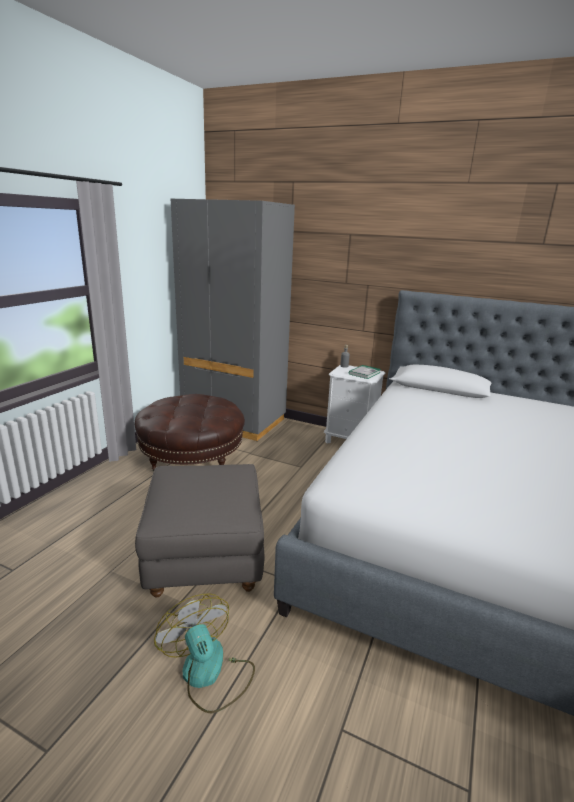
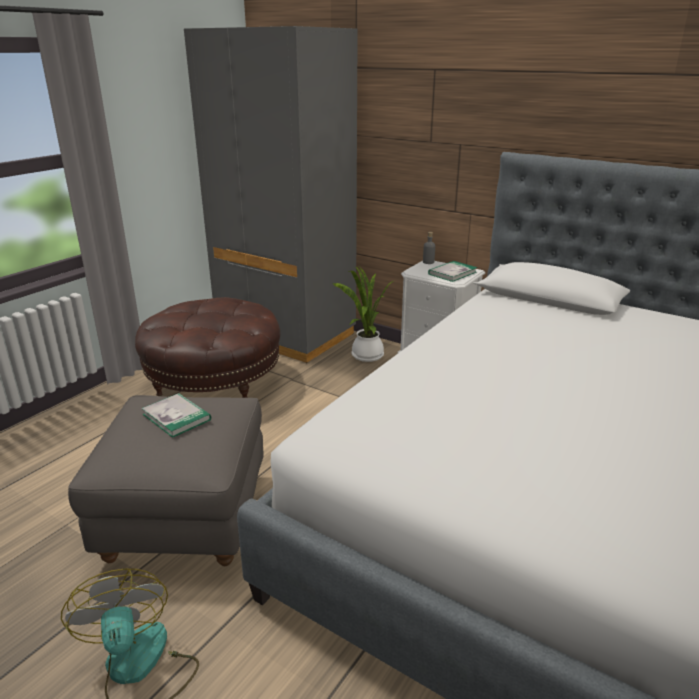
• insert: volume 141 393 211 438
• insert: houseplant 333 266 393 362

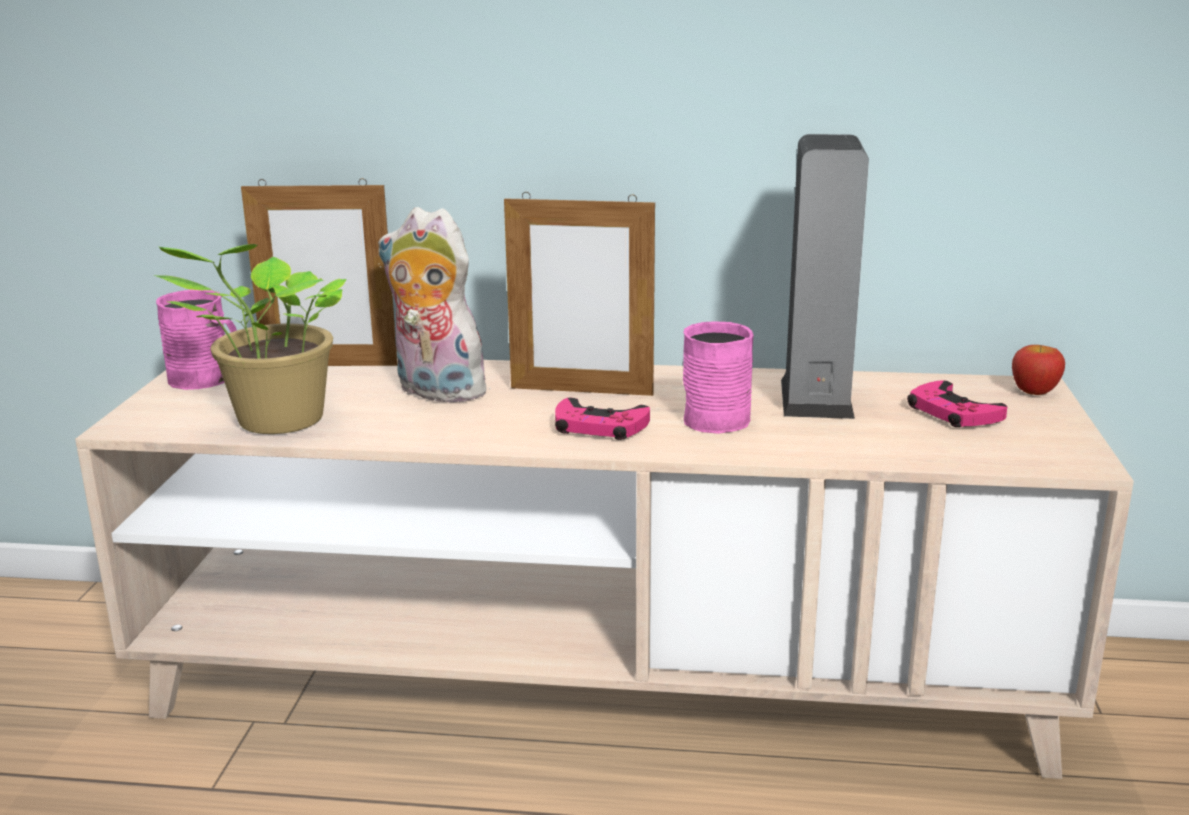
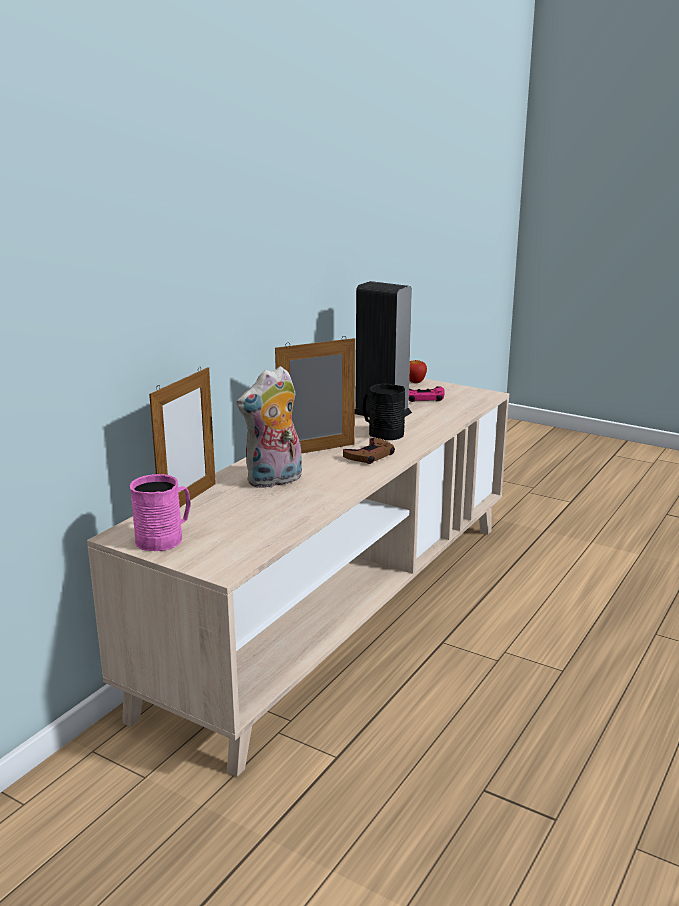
• delete: houseplant 154 244 347 434
• recolor: pinkish gamepad 555 397 650 440 to brown gamepad 343 438 395 464
• recolor: pinkish tea mug 683 322 754 434 to black-coloured tea mug 362 383 405 440
• rotate: picture frame 504 192 655 396 = 275 336 355 453 150 degrees counterclockwise

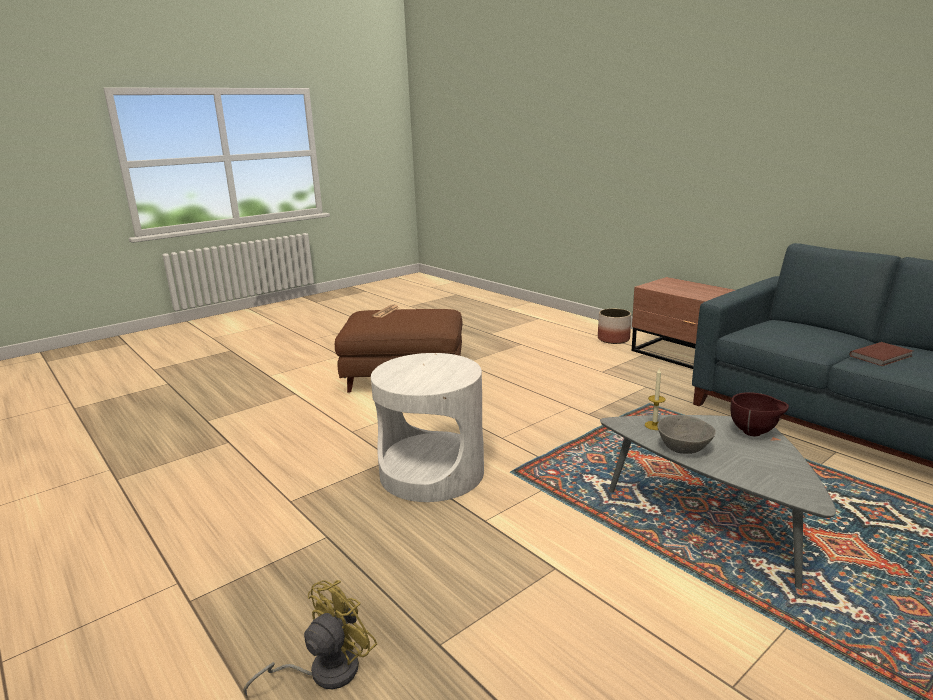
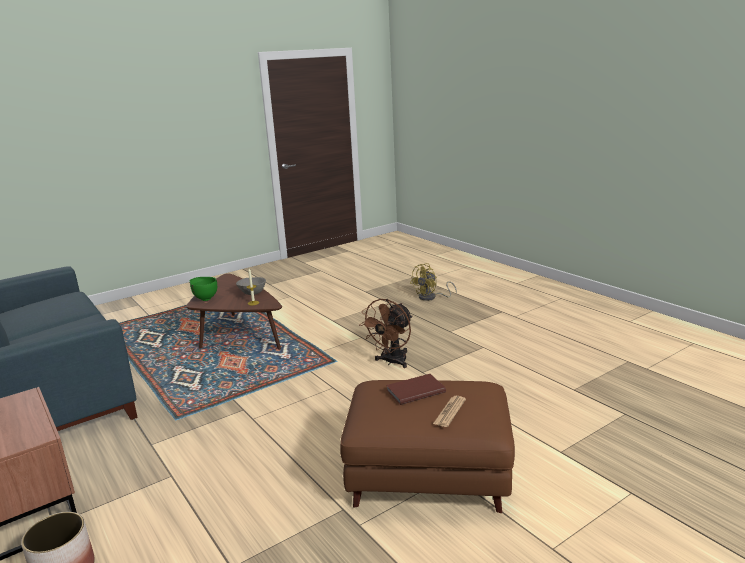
• move: brown volume 850 342 913 366 to 386 374 446 405
• replace: white end table 371 353 484 502 to brown cooling fan 359 299 412 368
• recolor: gray low table 600 415 836 589 to brown low table 186 273 282 350
• recolor: brown bowl 731 392 789 436 to green-coloured bowl 190 277 217 301

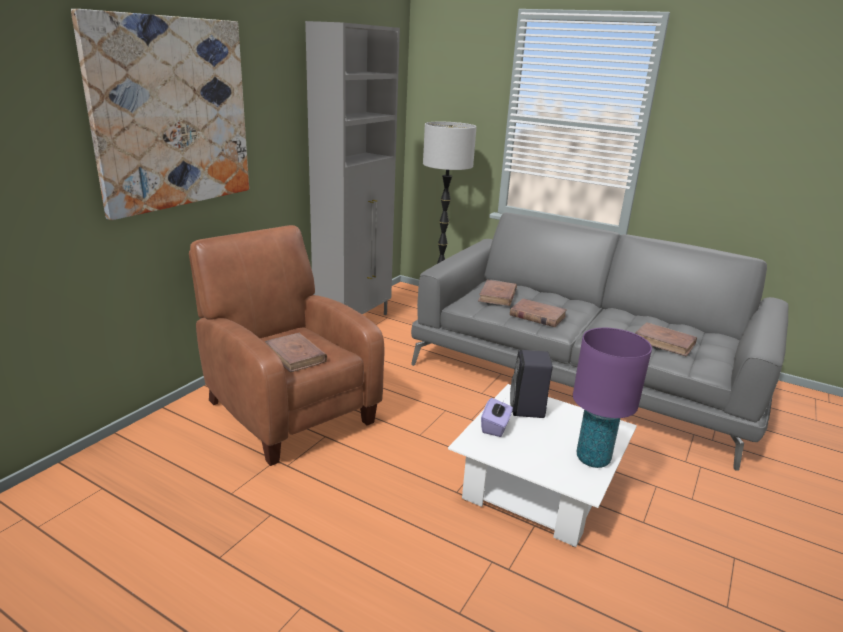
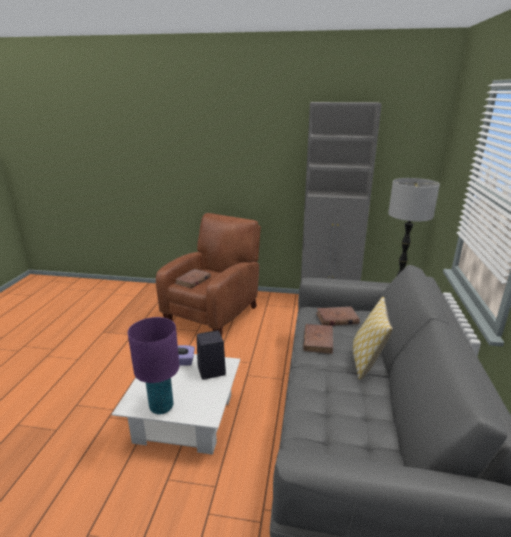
• delete: wall picture 71 9 249 220
• delete: brown volume 635 322 697 356
• insert: throw pillow 353 297 393 380

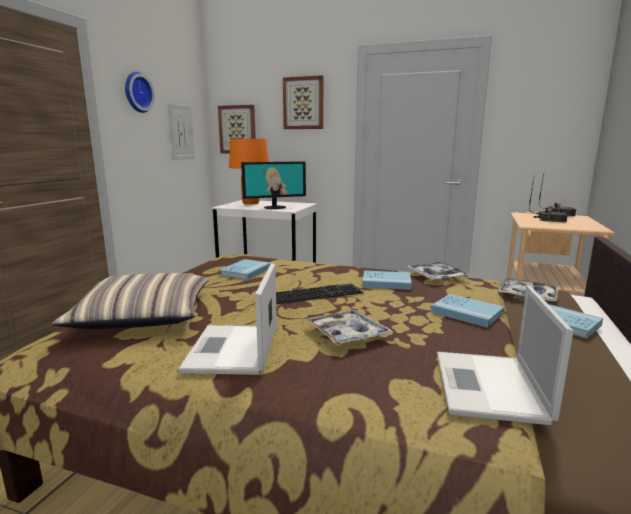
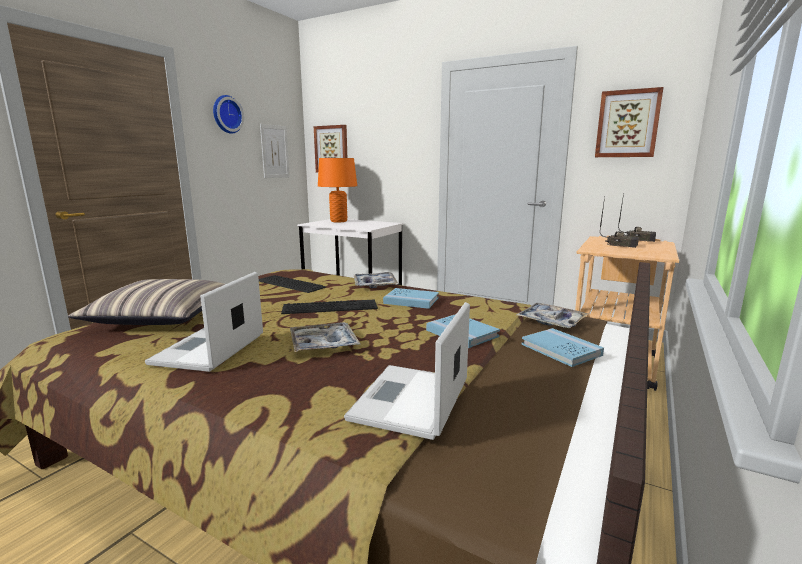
• delete: computer display 241 161 306 209
• move: wall picture 283 75 323 129 to 595 87 663 157
• move: serving tray 407 262 471 281 to 354 272 398 288
• replace: blue-coloured volume 219 259 271 280 to computer keyboard 259 275 326 293

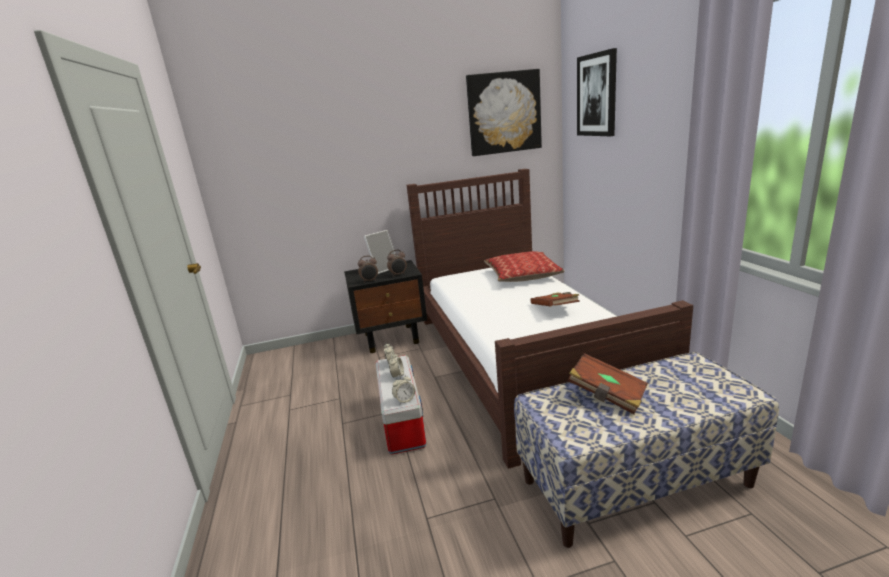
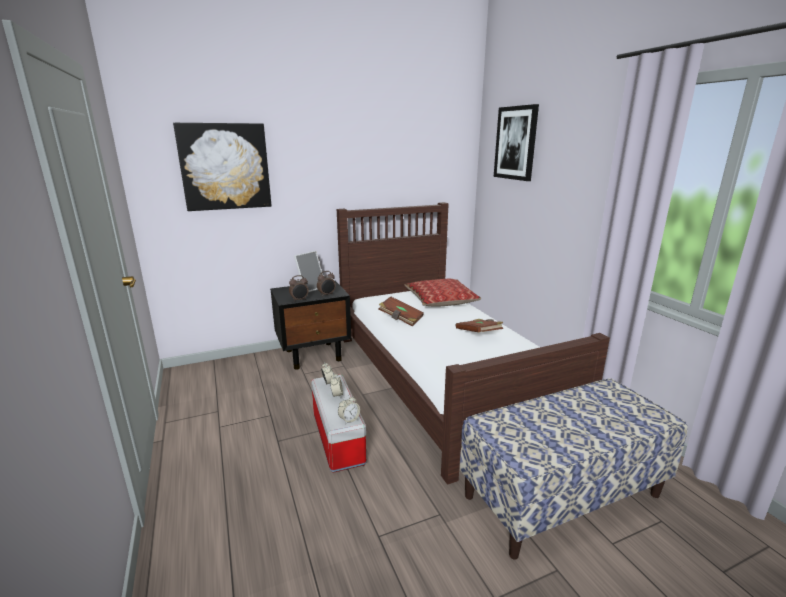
• move: wall picture 466 69 542 156 to 173 123 272 211
• move: brown volume 567 353 648 414 to 378 297 424 327

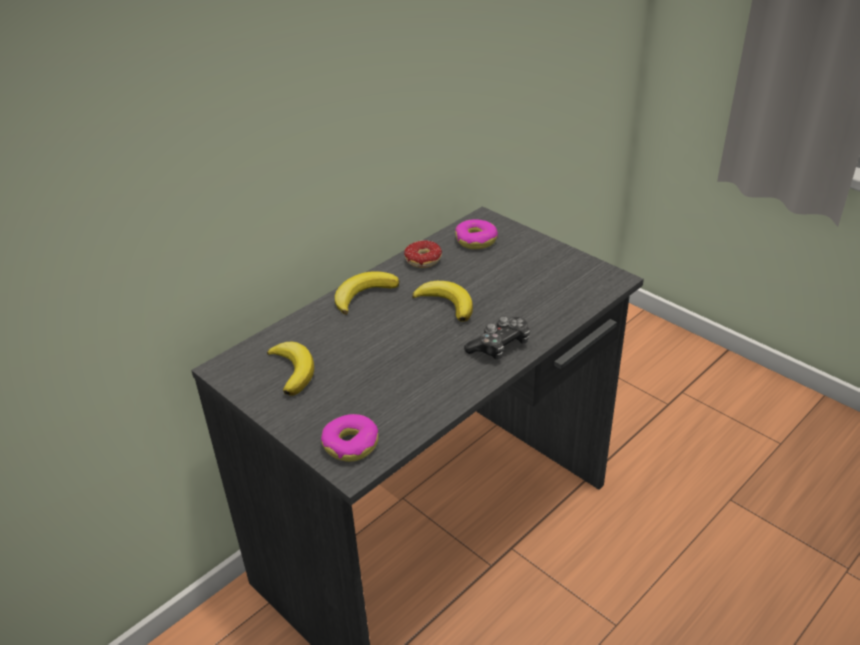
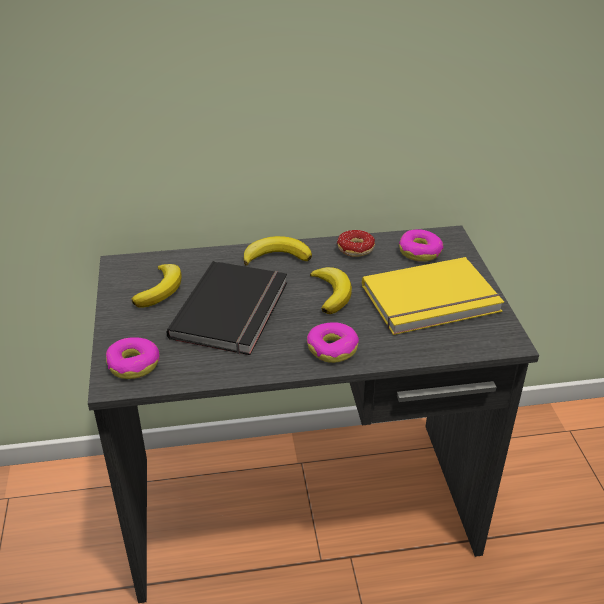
• insert: black-coloured volume 166 261 287 355
• insert: yellow volume 362 257 504 335
• replace: gamepad 464 317 530 359 to ring doughnut 307 322 359 363

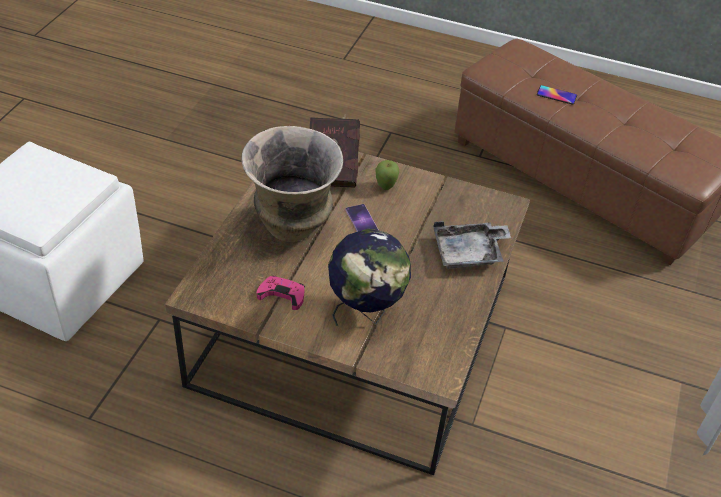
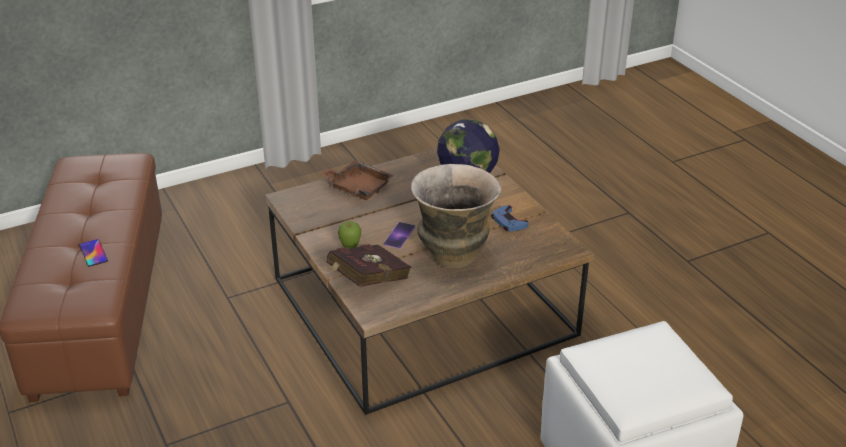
• recolor: pinkish gamepad 257 276 305 310 to blue-coloured gamepad 491 205 528 231
• recolor: gray serving tray 433 221 511 269 to brown serving tray 320 160 394 200

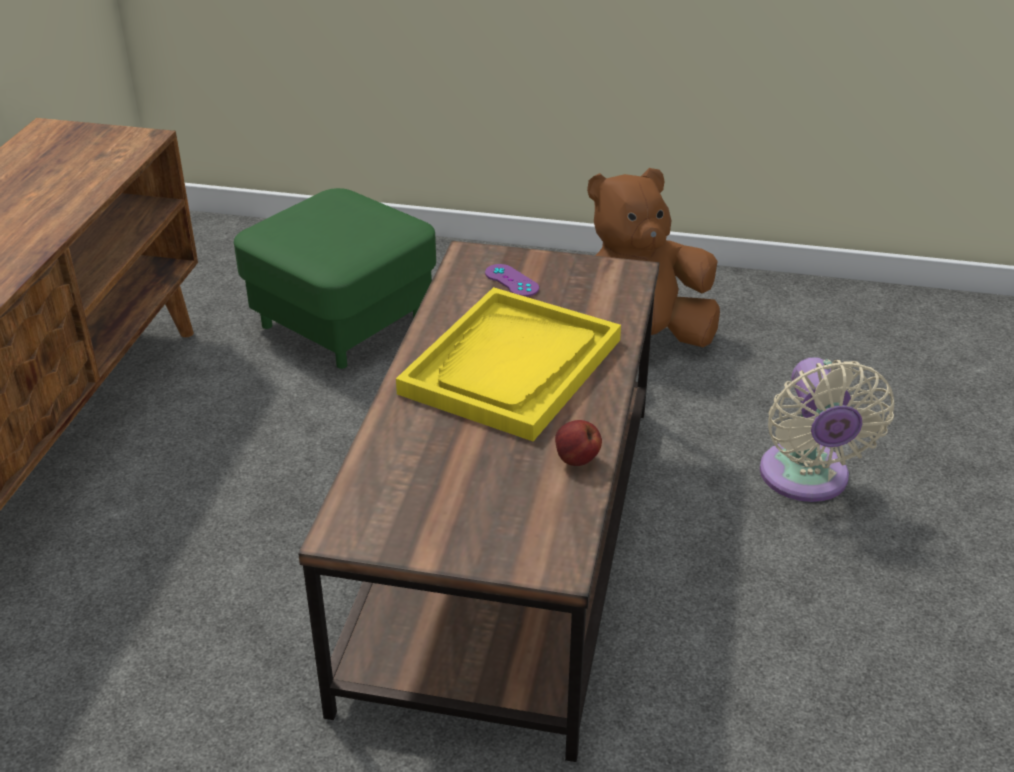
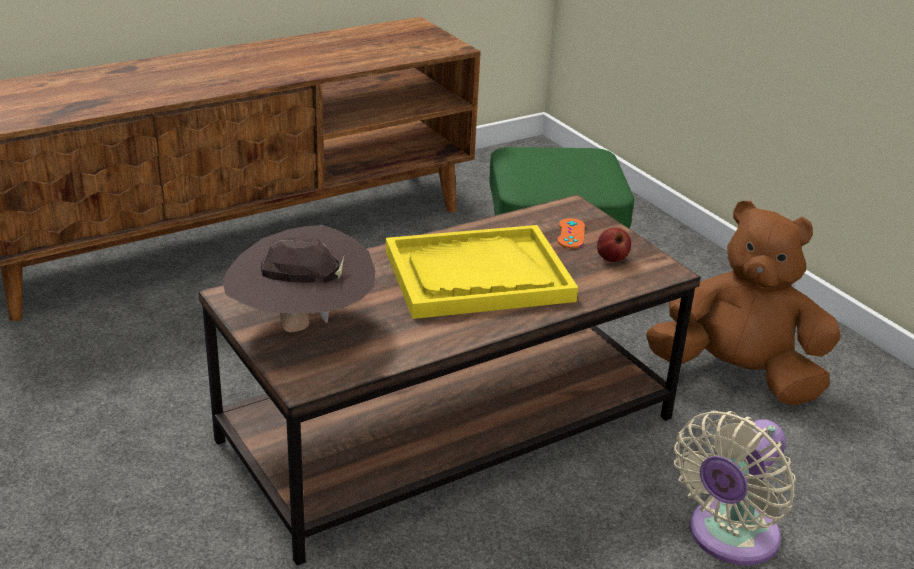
• insert: brown clothing hat 223 225 376 332
• move: apple 555 420 602 466 to 597 227 631 262
• recolor: purple-coloured gamepad 485 264 539 297 to orange-coloured gamepad 557 218 585 248

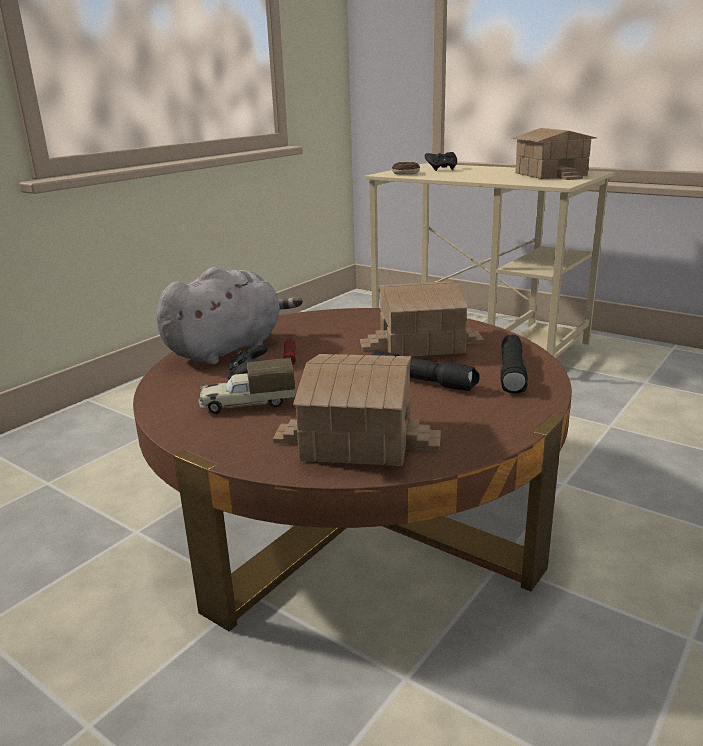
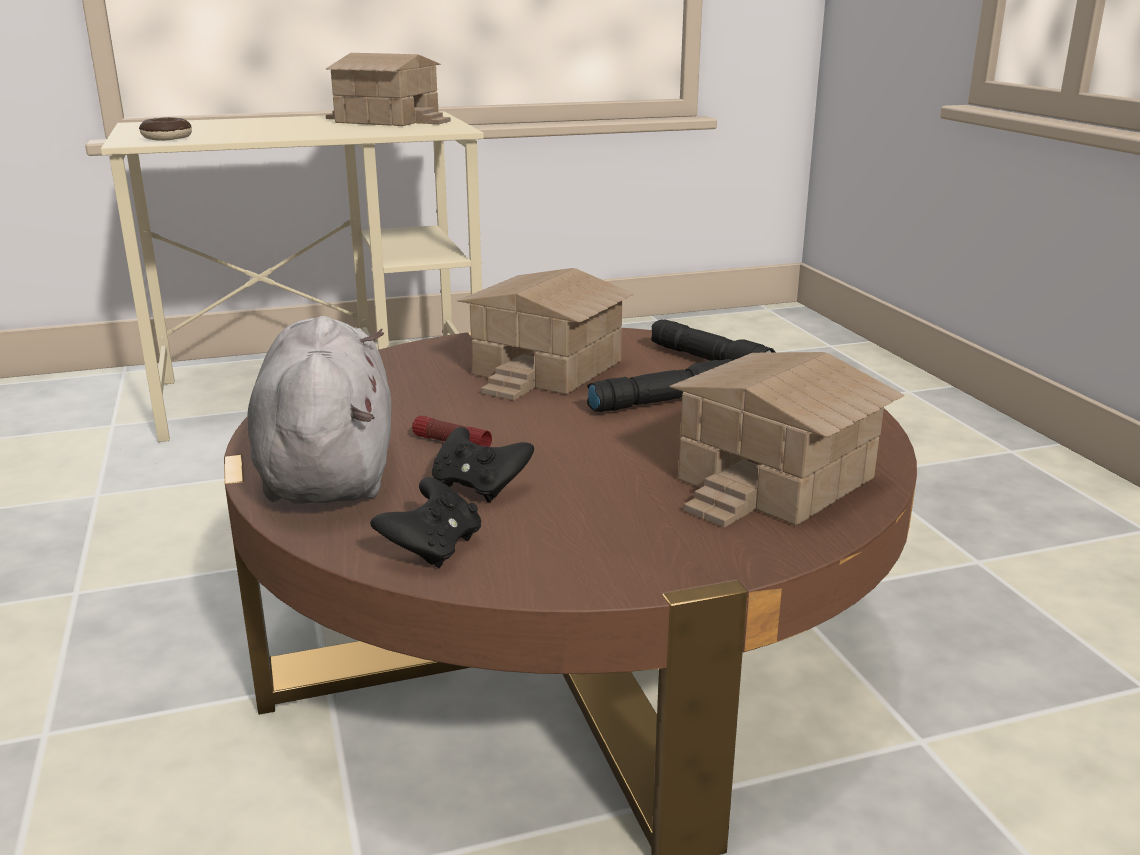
• delete: model truck 198 358 296 414
• move: black-coloured gamepad 425 152 457 171 to 370 477 481 568

